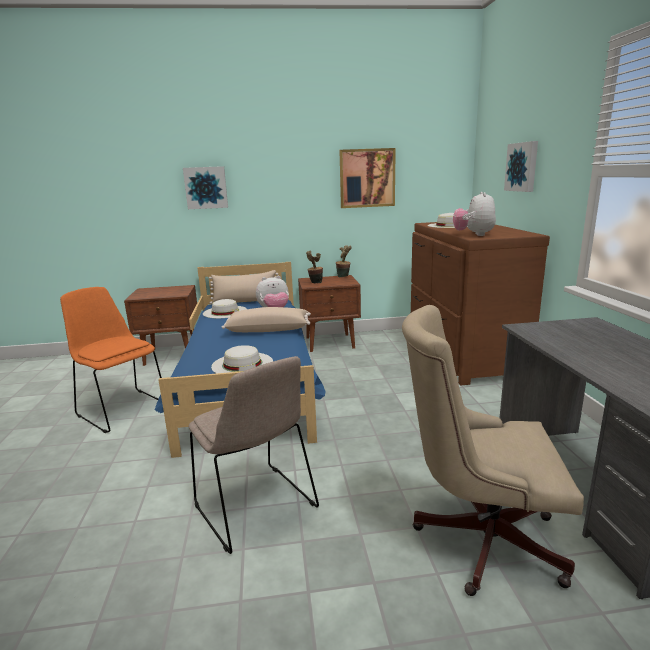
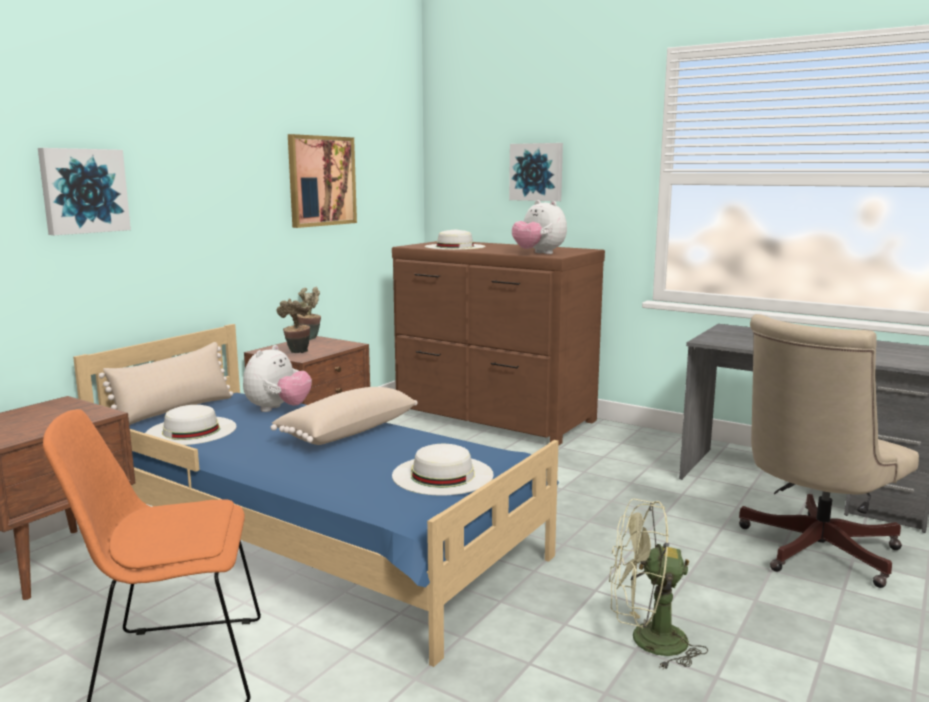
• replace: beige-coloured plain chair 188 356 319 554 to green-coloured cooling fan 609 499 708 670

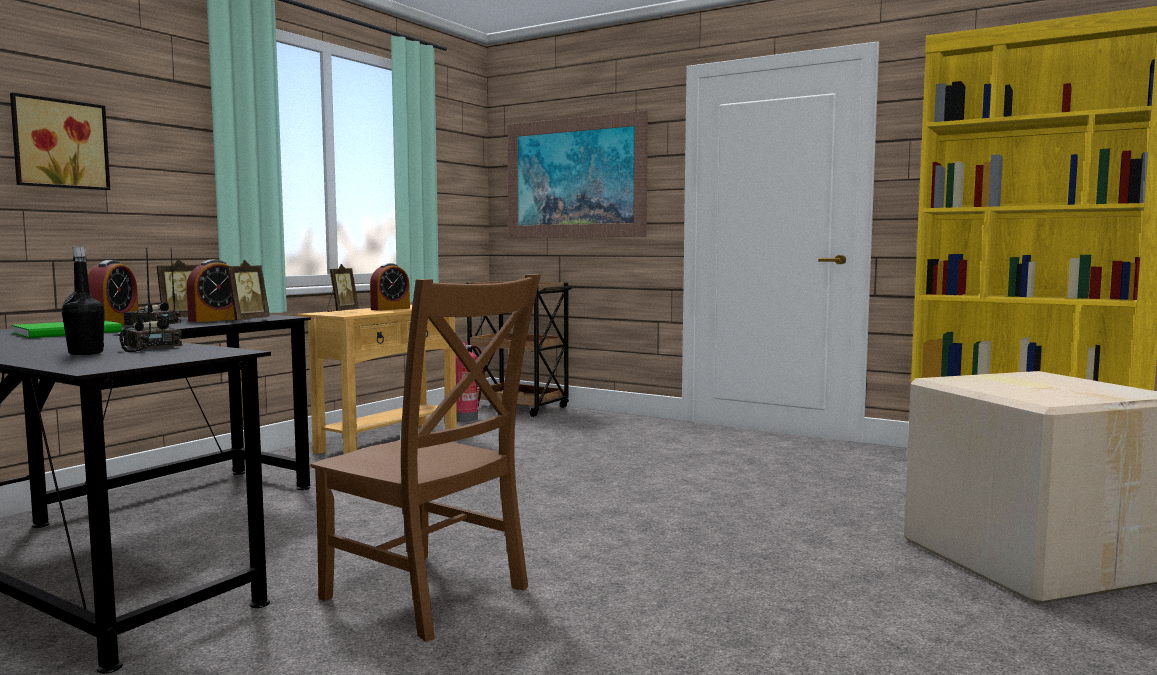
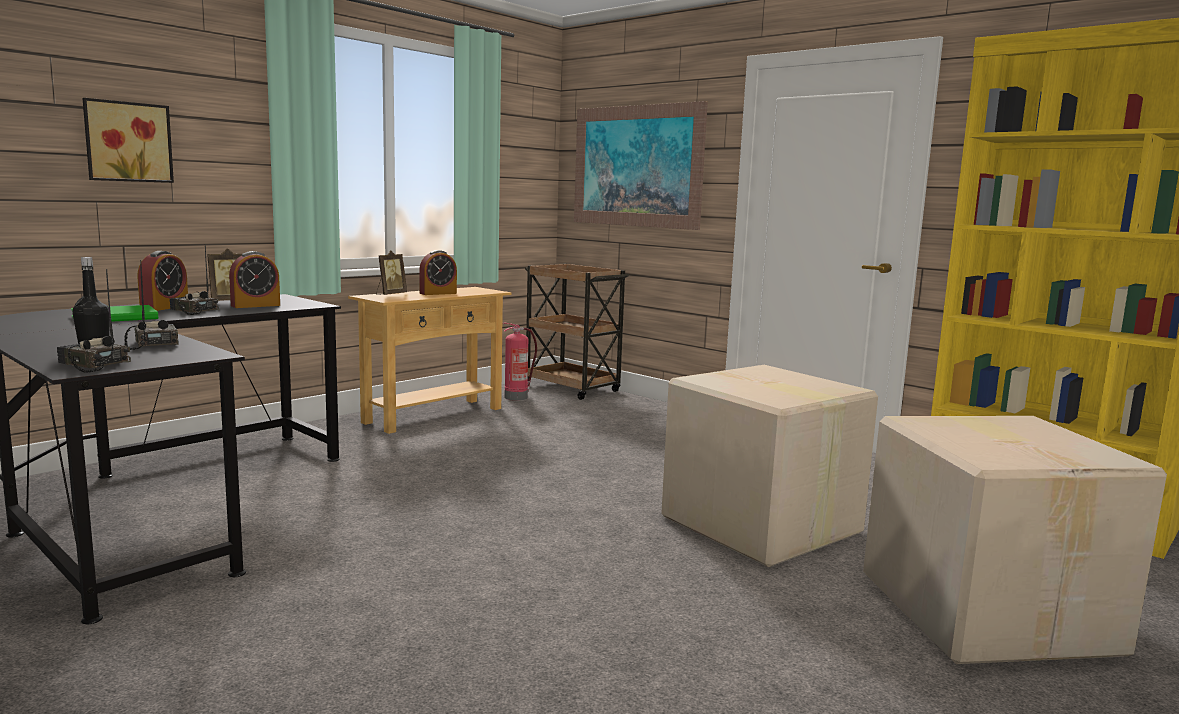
• delete: picture frame 225 260 270 321
• delete: brown plain chair 310 274 541 642
• insert: radio set 57 269 131 373
• insert: carton 661 365 878 567

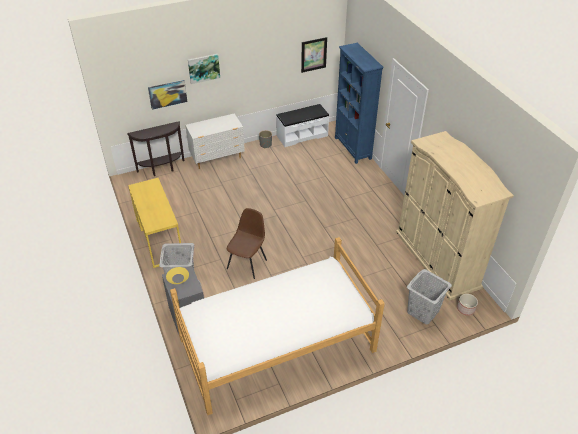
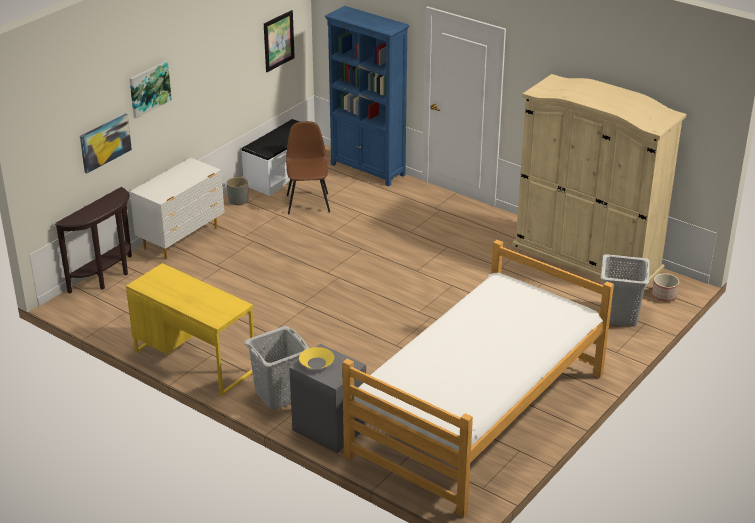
• move: brown plain chair 227 208 267 279 to 286 121 330 214

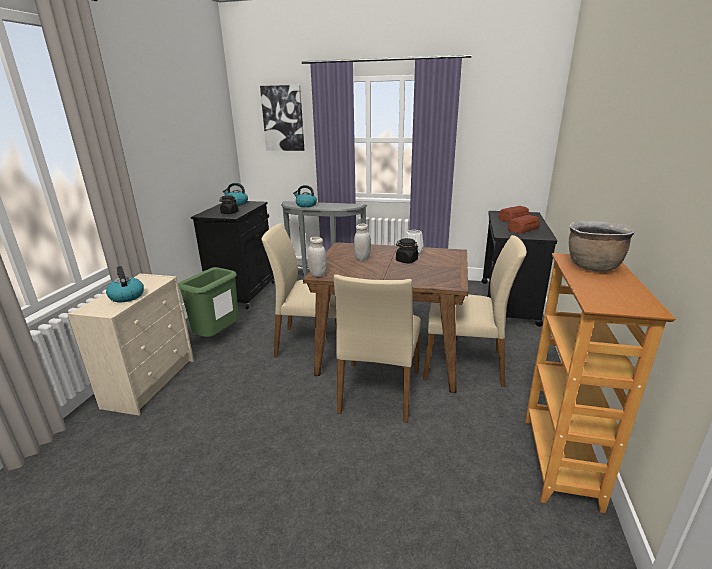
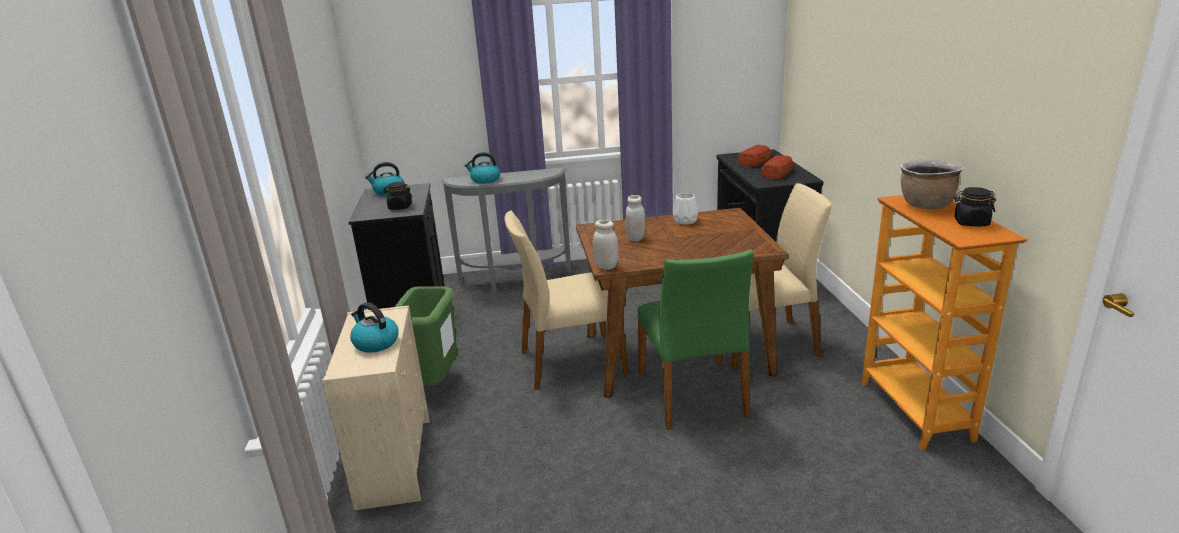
• delete: wall picture 260 85 304 151
• move: black-coloured preserve jar 396 238 419 263 to 954 187 996 226
• recolor: beige-coloured plain chair 334 274 421 423 to green-coloured plain chair 637 249 754 430

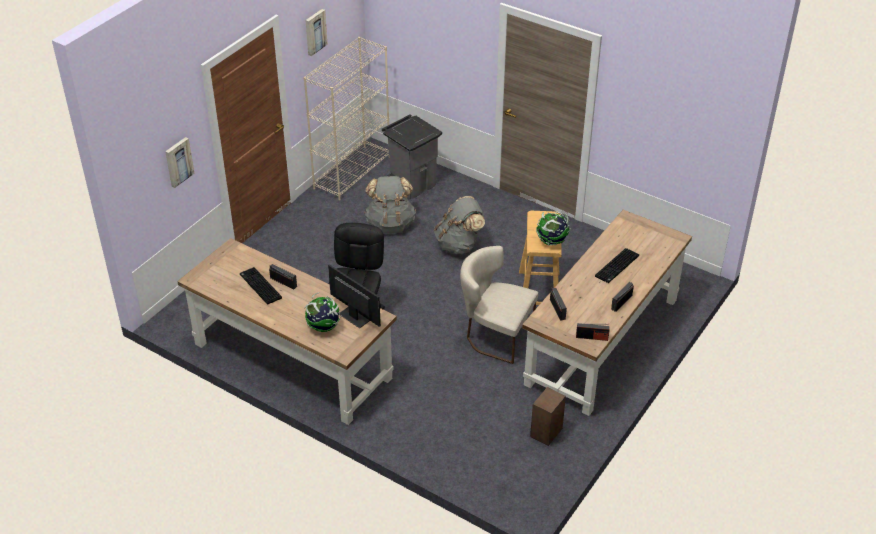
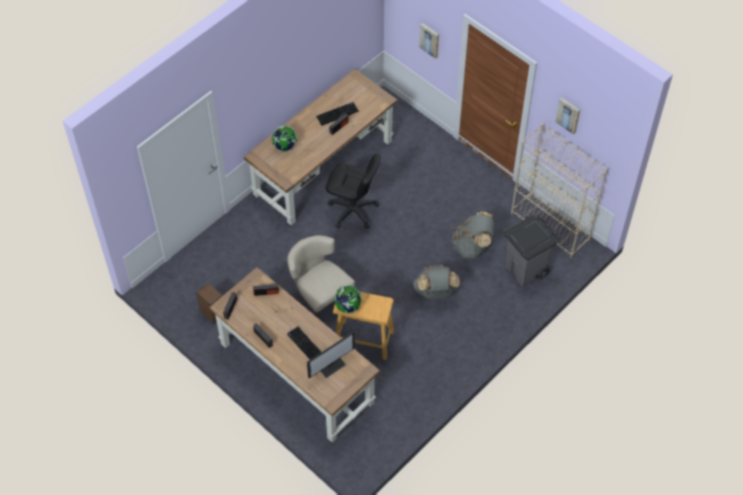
• move: computer display 328 264 381 328 to 307 332 355 378
• rotate: beige-coloured plain chair 460 246 538 364 = 287 235 355 319 75 degrees counterclockwise

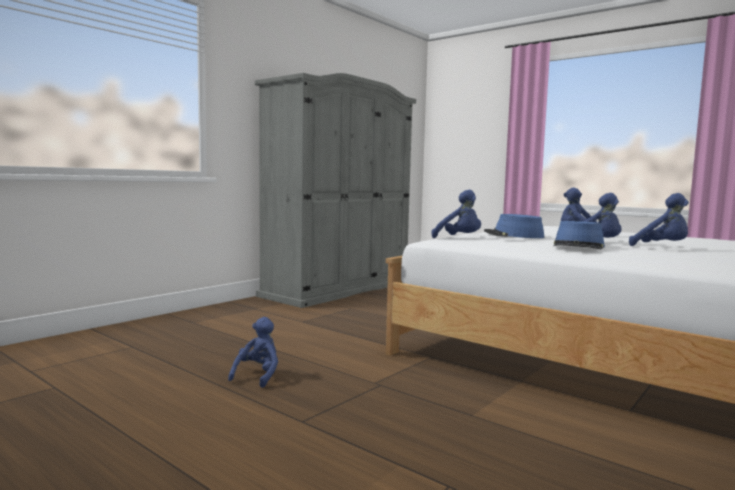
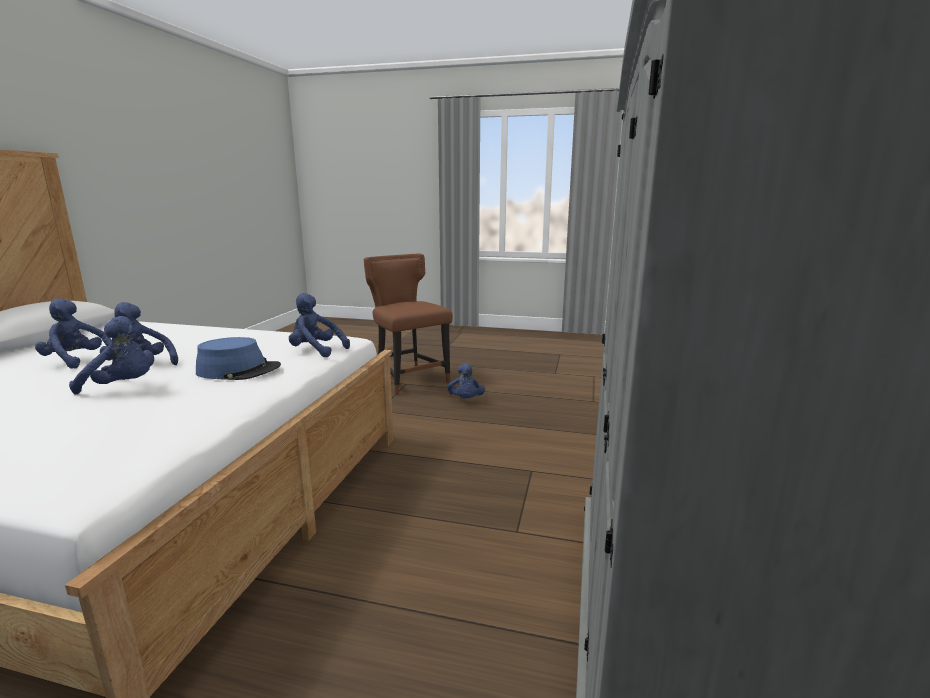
• delete: blue-coloured clothing hat 553 221 605 250
• insert: brown plain chair 364 254 453 395

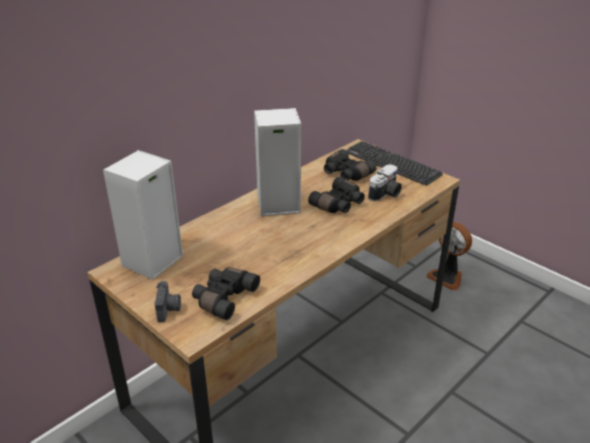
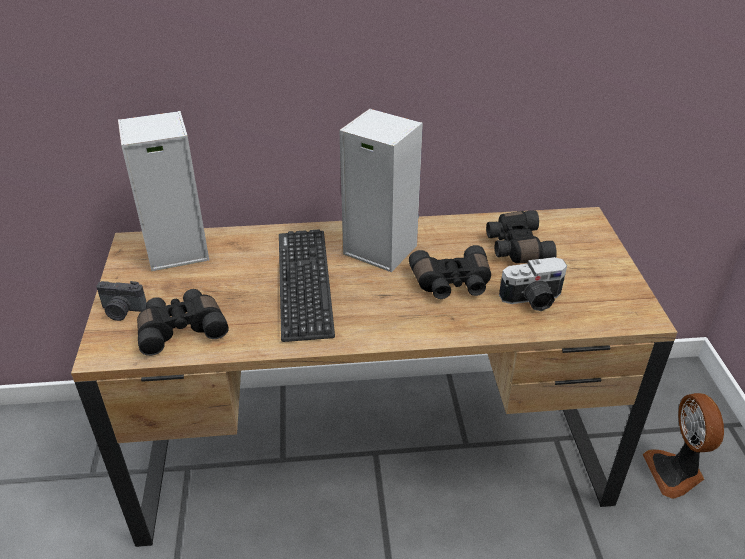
• move: computer keyboard 346 141 443 186 to 279 230 335 342
• rotate: still camera 155 281 181 322 = 96 281 147 321 60 degrees clockwise

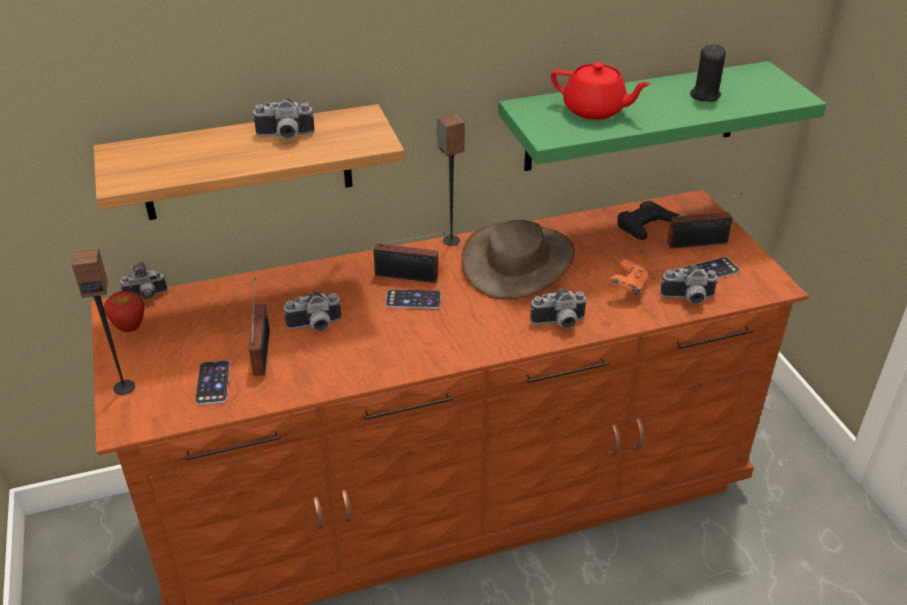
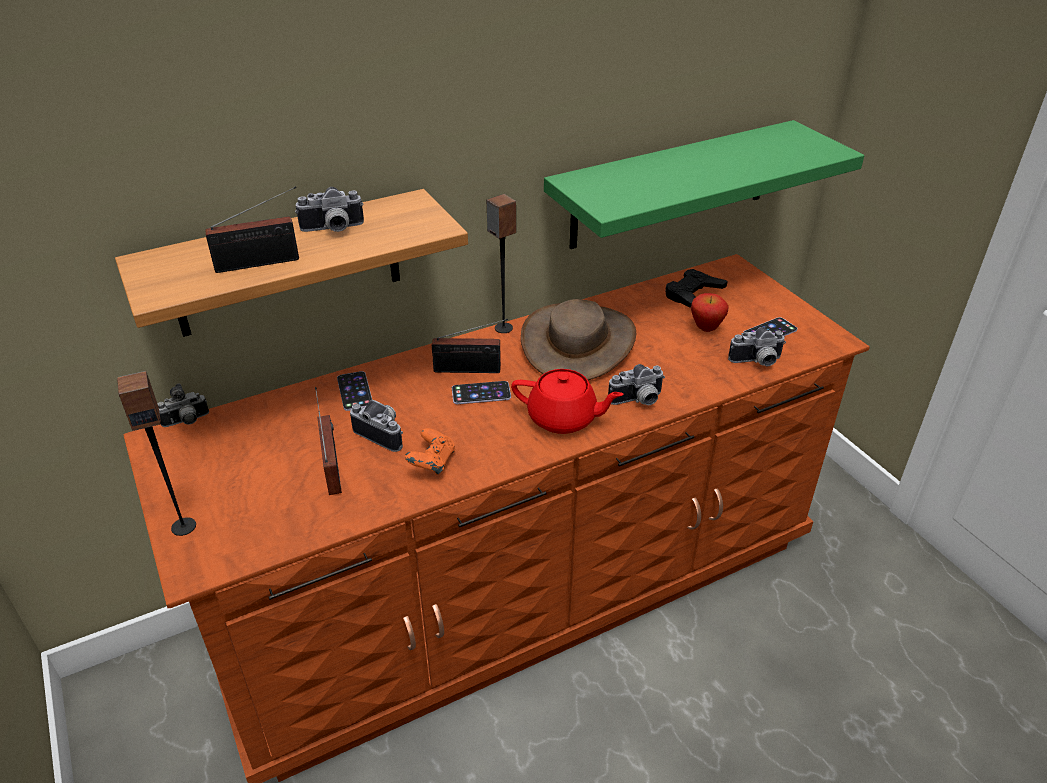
• delete: black-coloured wax light 690 45 726 102
• move: apple 104 291 144 332 to 691 293 729 332
• move: telephone 195 360 230 405 to 337 371 372 411
• move: red tea pot 551 62 651 120 to 511 369 624 434
• move: orange-coloured gamepad 610 259 648 297 to 405 428 455 475
• move: radio set 667 193 742 248 to 205 186 299 273
• rotate: still camera 284 291 342 331 = 350 400 403 452 120 degrees counterclockwise

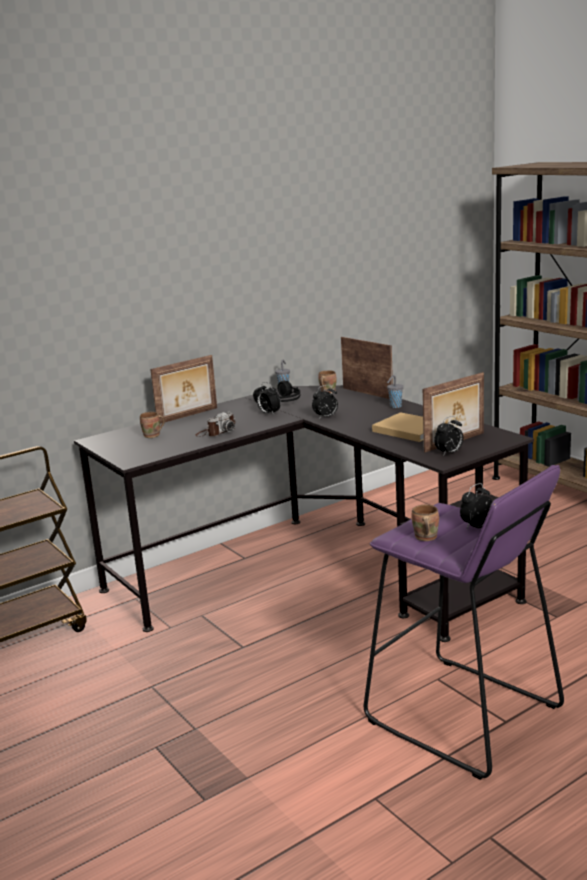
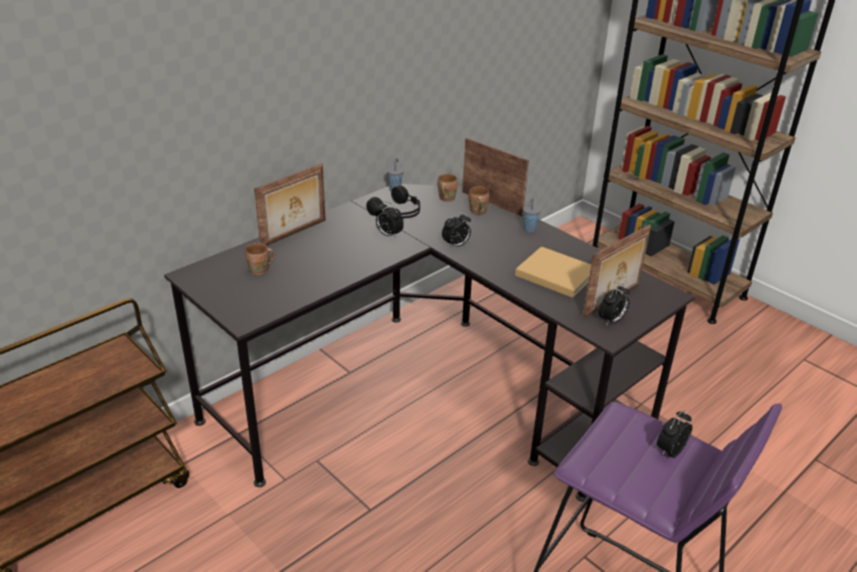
• delete: still camera 195 412 235 437
• move: brown tea mug 412 505 439 541 to 469 187 490 215

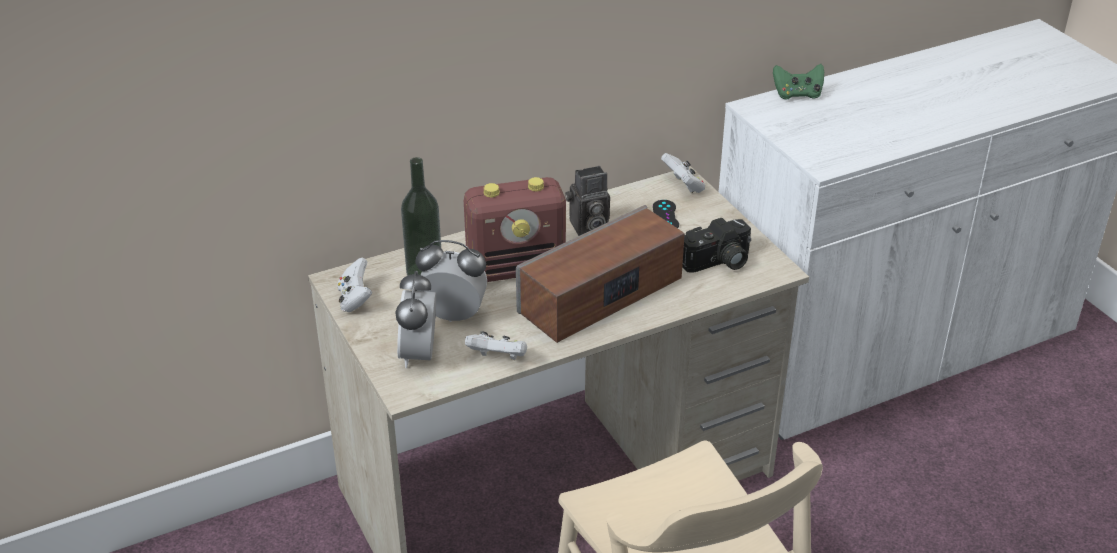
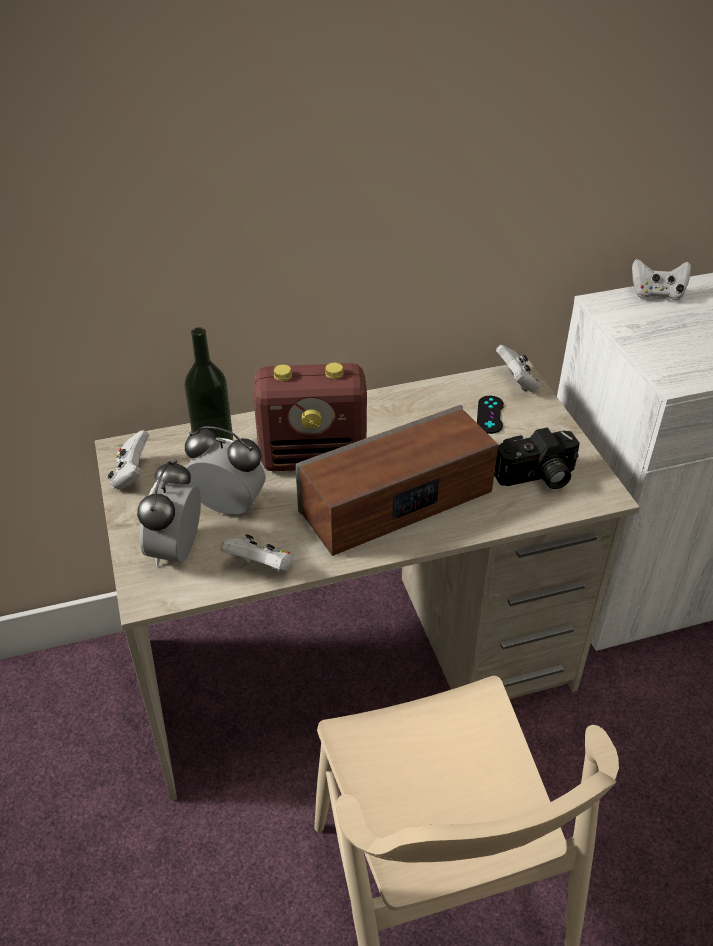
• delete: still camera 565 166 610 236
• recolor: green-coloured gamepad 773 64 824 99 to white gamepad 632 259 691 300

